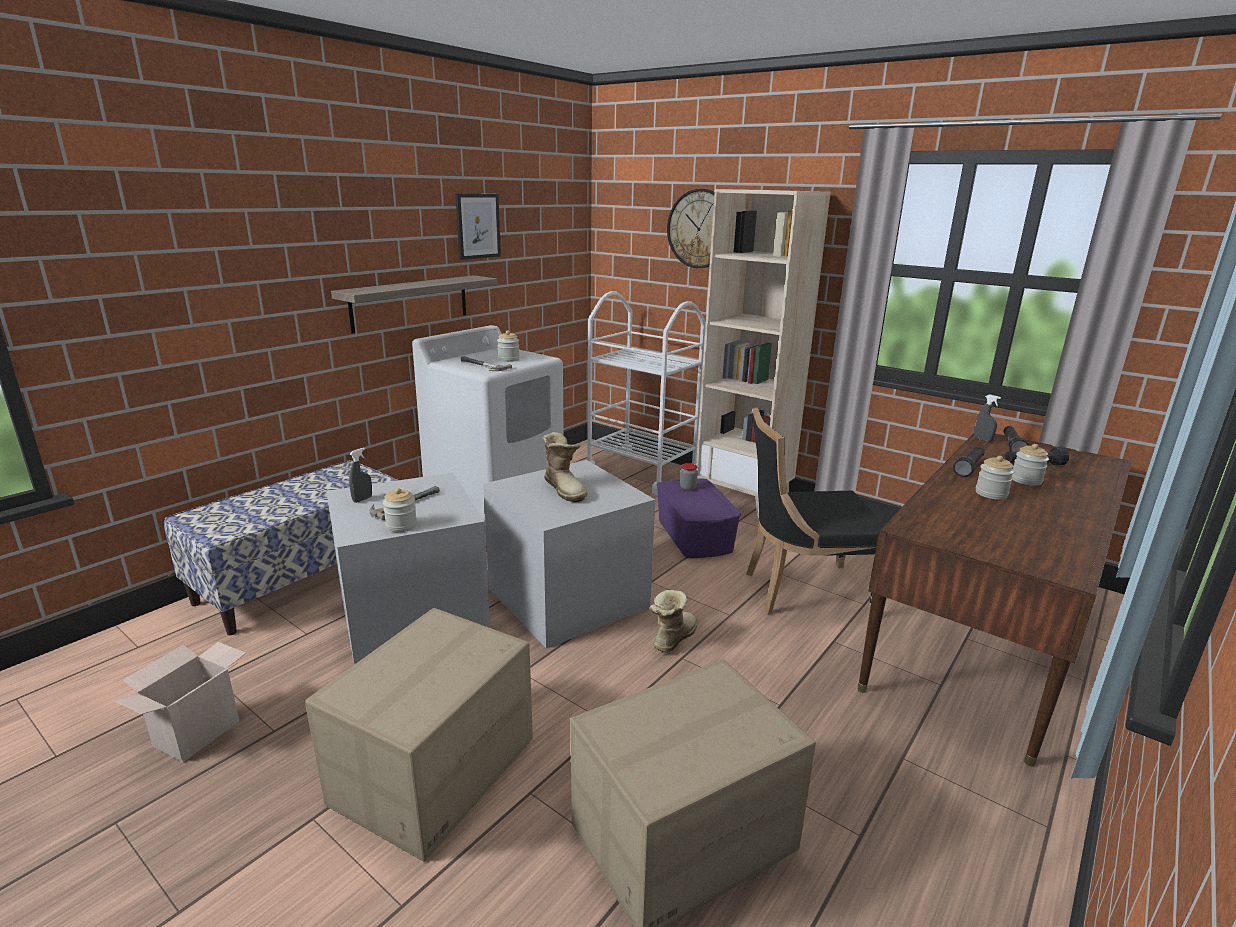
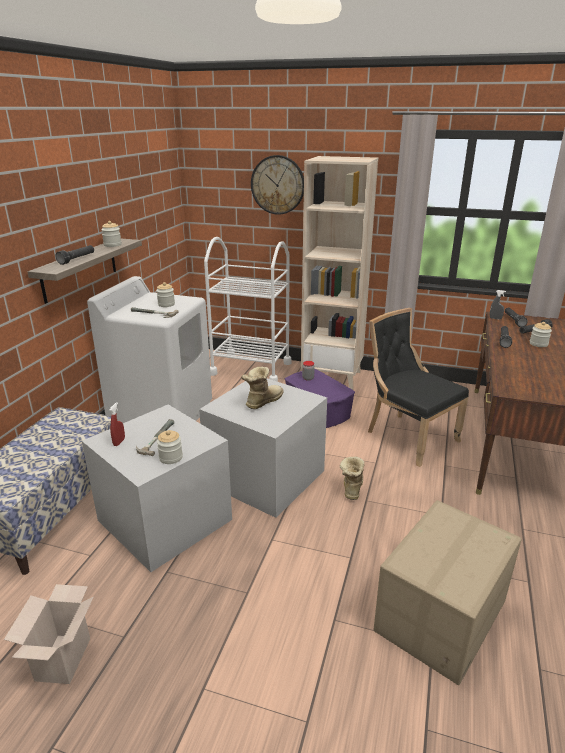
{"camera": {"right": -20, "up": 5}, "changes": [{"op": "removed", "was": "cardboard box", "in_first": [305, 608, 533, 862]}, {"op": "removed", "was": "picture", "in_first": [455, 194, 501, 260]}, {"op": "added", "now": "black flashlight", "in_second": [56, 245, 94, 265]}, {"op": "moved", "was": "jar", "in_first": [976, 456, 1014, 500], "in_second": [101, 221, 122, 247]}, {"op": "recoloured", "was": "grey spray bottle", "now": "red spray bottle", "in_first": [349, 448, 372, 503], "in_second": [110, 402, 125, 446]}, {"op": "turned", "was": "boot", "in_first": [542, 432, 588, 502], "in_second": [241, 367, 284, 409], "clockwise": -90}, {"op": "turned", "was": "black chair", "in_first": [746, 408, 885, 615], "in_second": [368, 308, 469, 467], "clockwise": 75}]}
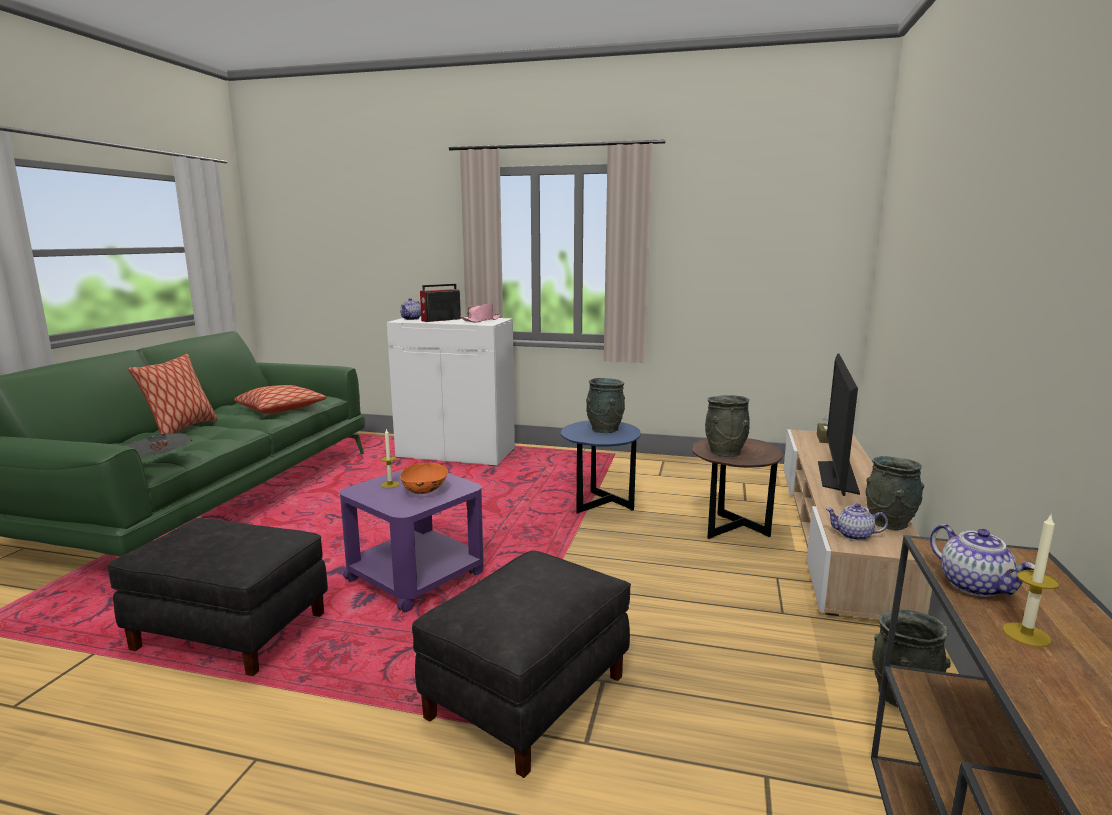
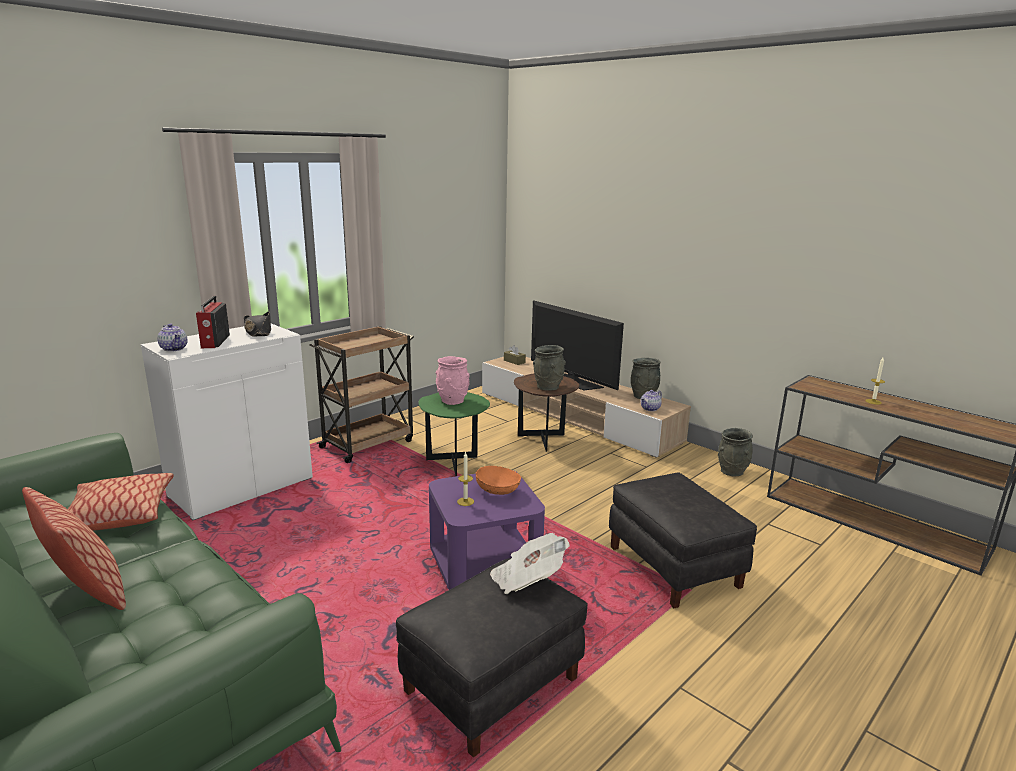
{"camera": {"right": -60, "up": 5}, "changes": [{"op": "removed", "was": "teapot", "in_first": [930, 524, 1035, 597]}, {"op": "added", "now": "brown cart", "in_second": [309, 326, 414, 463]}, {"op": "moved", "was": "newspaper", "in_first": [125, 433, 192, 456], "in_second": [490, 533, 570, 594]}, {"op": "recoloured", "was": "pink hat", "now": "black hat", "in_first": [460, 303, 501, 323], "in_second": [244, 311, 271, 337]}, {"op": "recoloured", "was": "blue side table", "now": "green side table", "in_first": [560, 420, 641, 514], "in_second": [418, 392, 490, 476]}, {"op": "recoloured", "was": "grey vase", "now": "pink vase", "in_first": [586, 378, 625, 433], "in_second": [436, 356, 470, 405]}]}
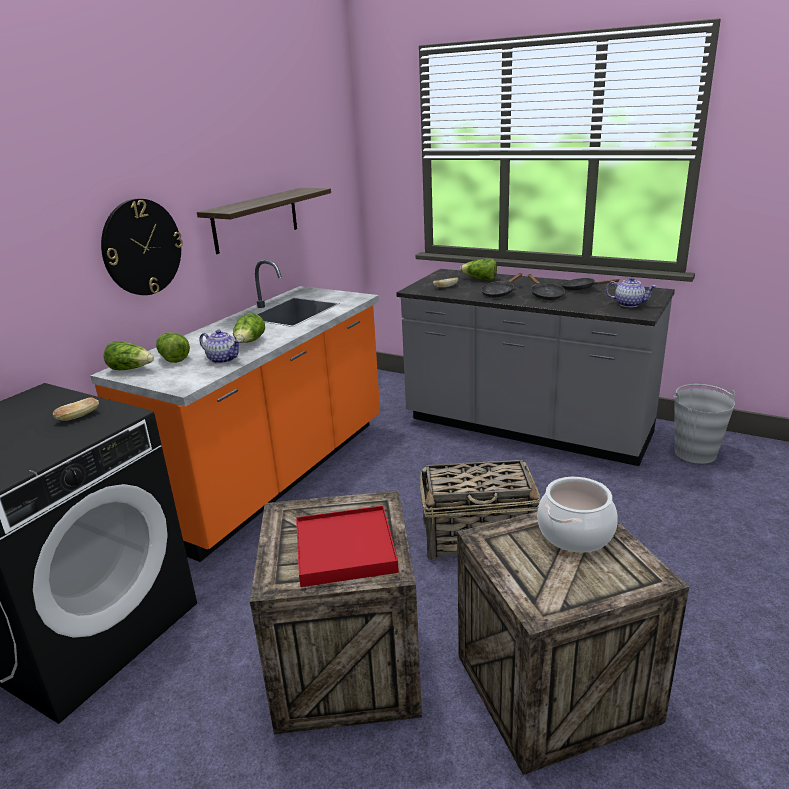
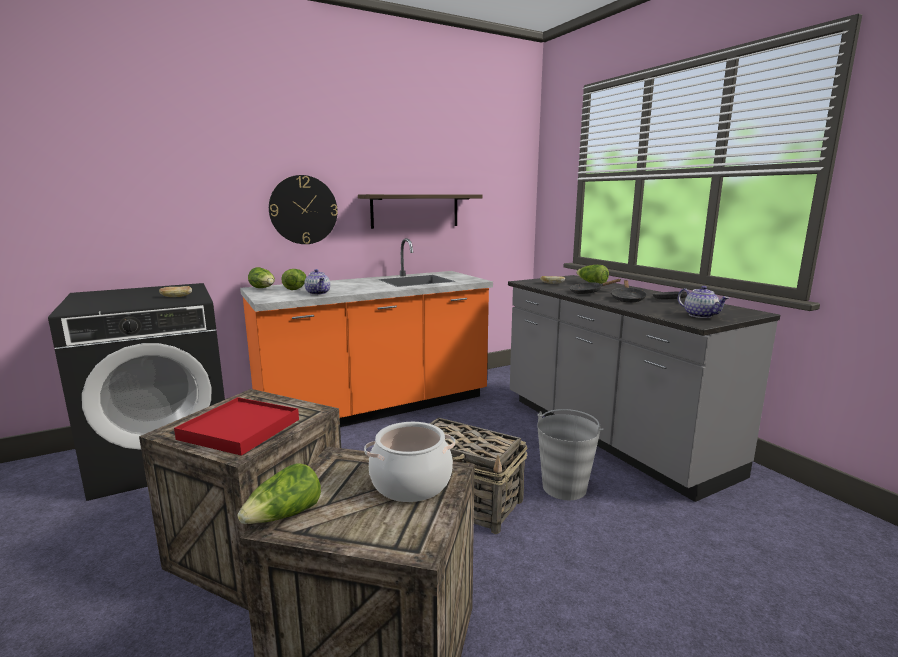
{"camera": {"right": 30, "up": -10}, "changes": [{"op": "moved", "was": "lettuce", "in_first": [233, 313, 265, 343], "in_second": [238, 464, 321, 524]}, {"op": "moved", "was": "grey bucket", "in_first": [673, 384, 735, 464], "in_second": [537, 409, 604, 500]}]}
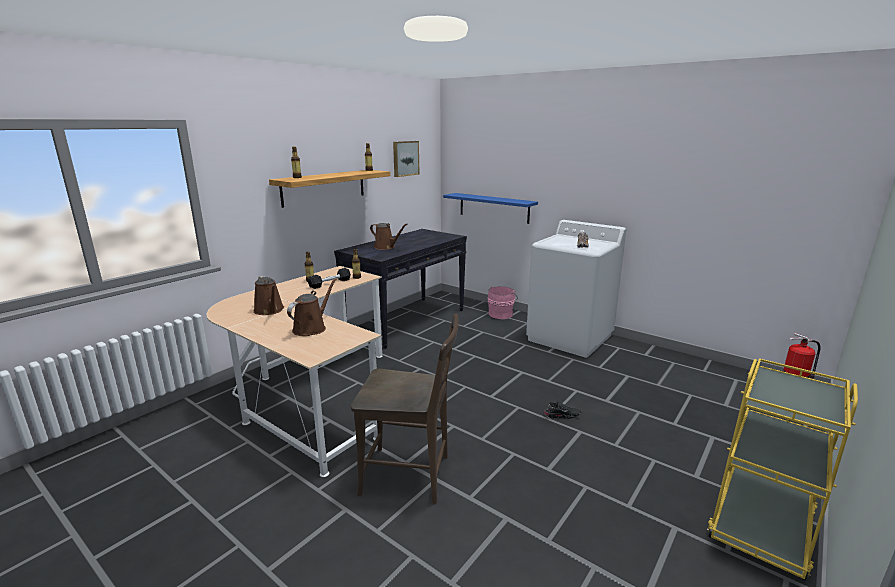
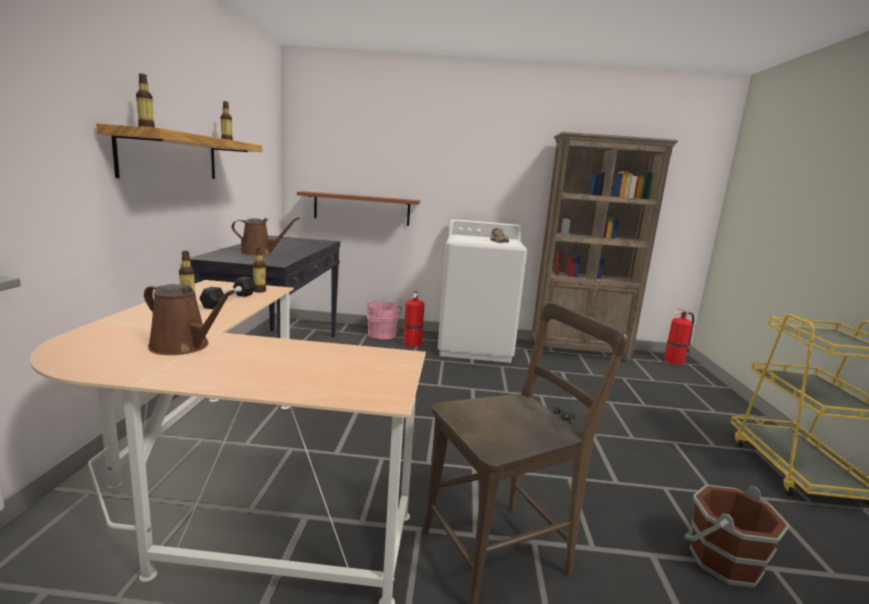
{"camera": {"right": -35, "up": -5}, "changes": [{"op": "removed", "was": "brown watering can", "in_first": [287, 278, 337, 336]}, {"op": "removed", "was": "picture", "in_first": [393, 141, 420, 177]}, {"op": "added", "now": "fire extinguisher", "in_second": [403, 291, 425, 347]}, {"op": "added", "now": "brown bookcase", "in_second": [530, 132, 678, 363]}, {"op": "added", "now": "brown bucket", "in_second": [684, 485, 789, 588]}, {"op": "recoloured", "was": "blue shelf", "now": "brown shelf", "in_first": [443, 193, 538, 224], "in_second": [297, 191, 420, 226]}]}
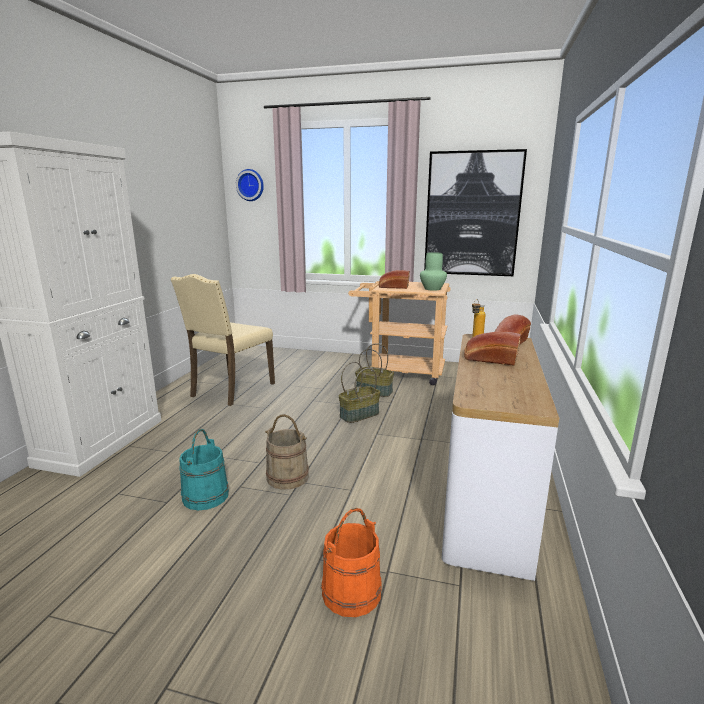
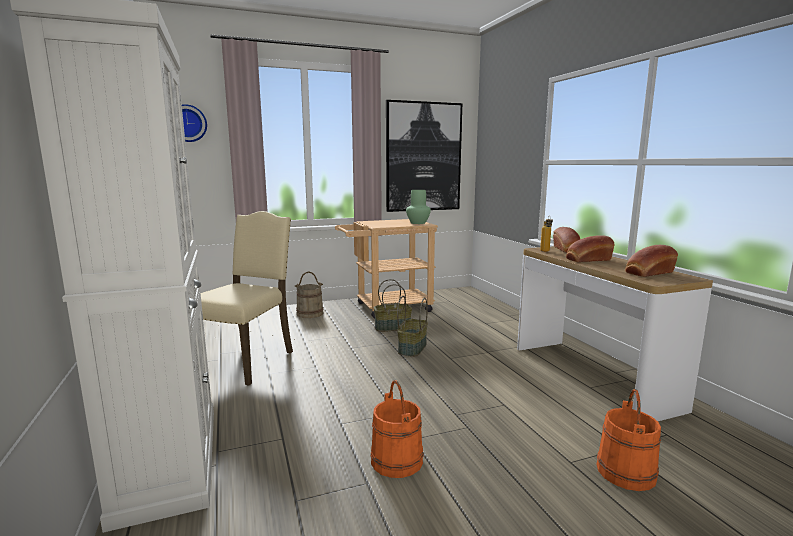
{"camera": {"right": -35, "up": -5}, "changes": [{"op": "moved", "was": "beige bucket", "in_first": [265, 414, 309, 490], "in_second": [295, 272, 324, 318]}, {"op": "moved", "was": "bread", "in_first": [379, 270, 410, 289], "in_second": [625, 245, 678, 277]}, {"op": "recoloured", "was": "turquoise bucket", "now": "orange bucket", "in_first": [179, 429, 229, 510], "in_second": [370, 380, 423, 478]}, {"op": "turned", "was": "beige chair", "in_first": [170, 274, 275, 406], "in_second": [201, 211, 293, 386], "clockwise": -150}]}
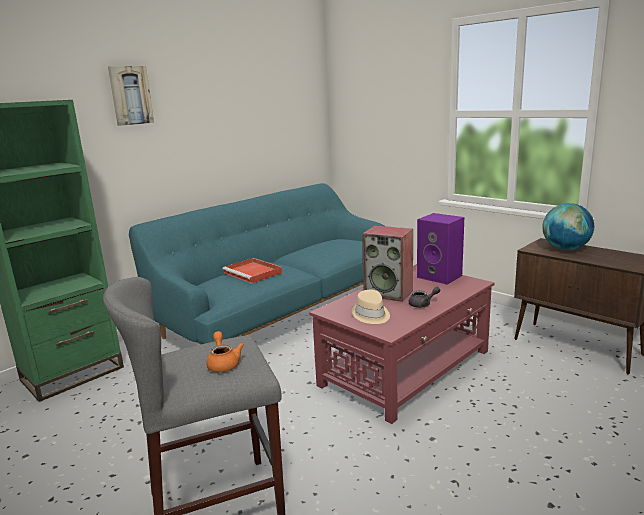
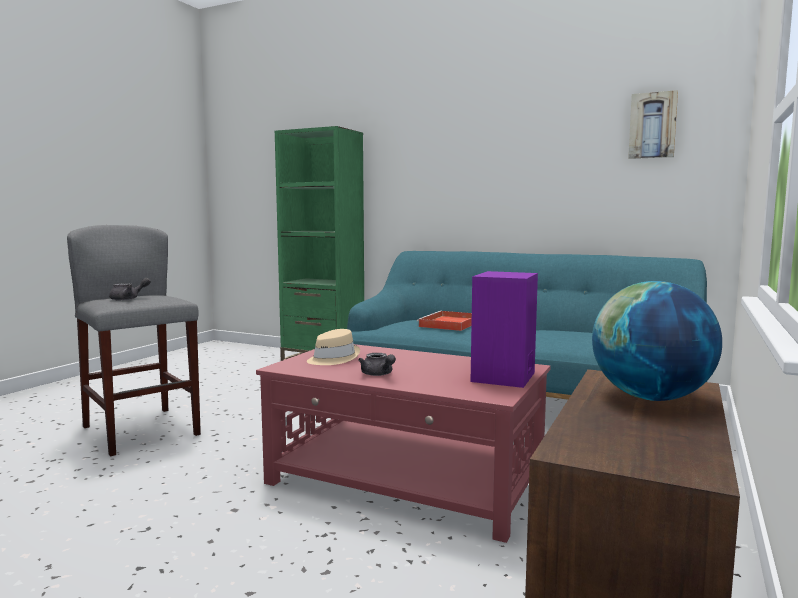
{"camera": {"right": 70, "up": -10}, "changes": [{"op": "removed", "was": "speaker", "in_first": [362, 226, 413, 302]}, {"op": "moved", "was": "picture", "in_first": [108, 66, 154, 126], "in_second": [628, 90, 678, 159]}, {"op": "recoloured", "was": "orange teapot", "now": "grey teapot", "in_first": [207, 331, 244, 372], "in_second": [109, 278, 151, 301]}]}
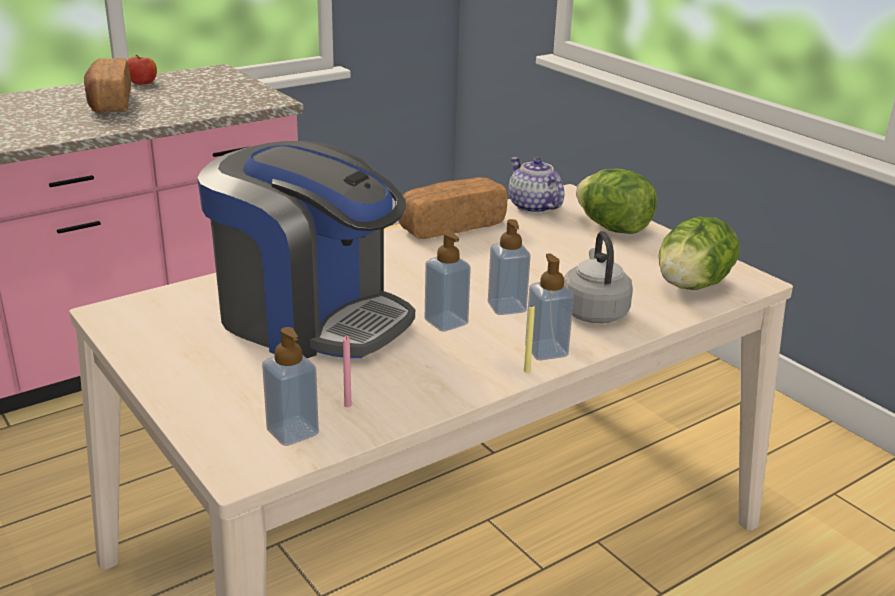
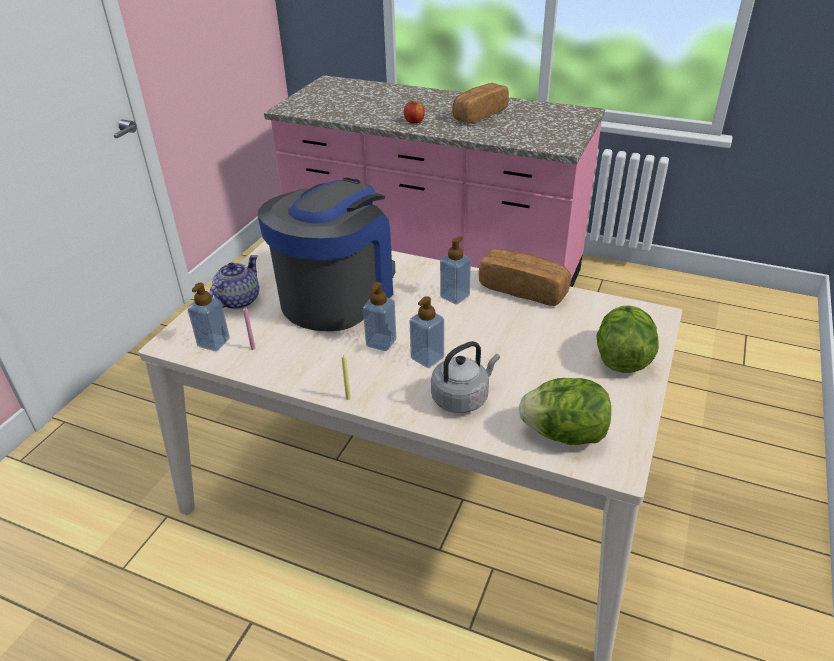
{"camera": {"right": 60, "up": 10}, "changes": [{"op": "moved", "was": "apple", "in_first": [127, 55, 157, 84], "in_second": [404, 100, 425, 124]}, {"op": "moved", "was": "teapot", "in_first": [509, 157, 564, 213], "in_second": [209, 255, 259, 309]}, {"op": "moved", "was": "soap dispenser", "in_first": [525, 253, 574, 360], "in_second": [440, 236, 471, 304]}, {"op": "turned", "was": "coffee machine", "in_first": [197, 141, 415, 358], "in_second": [258, 178, 395, 331], "clockwise": -150}]}
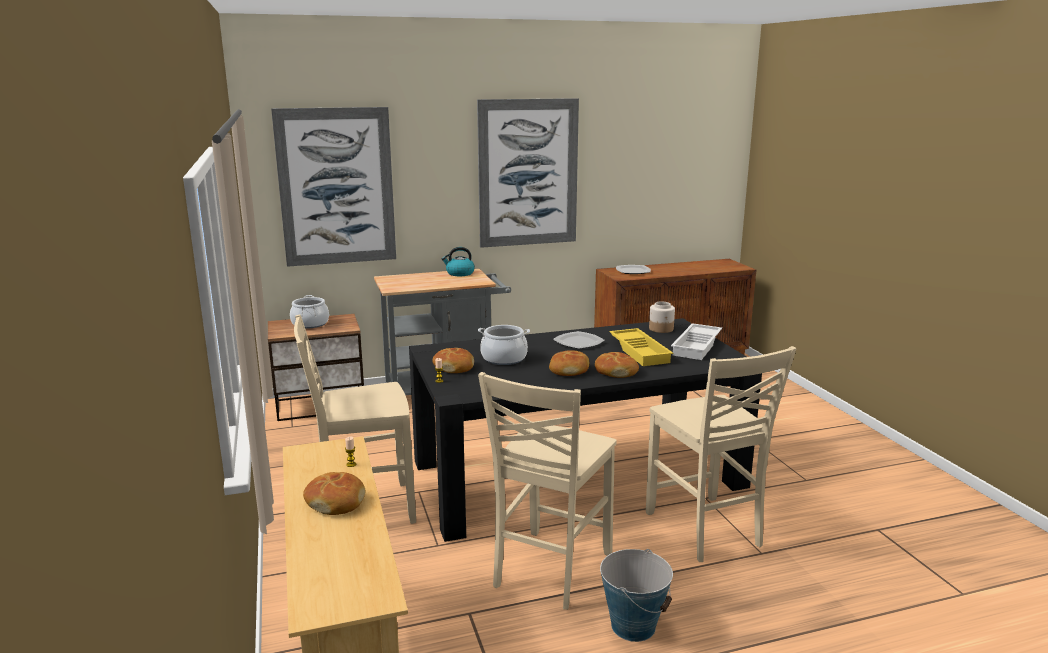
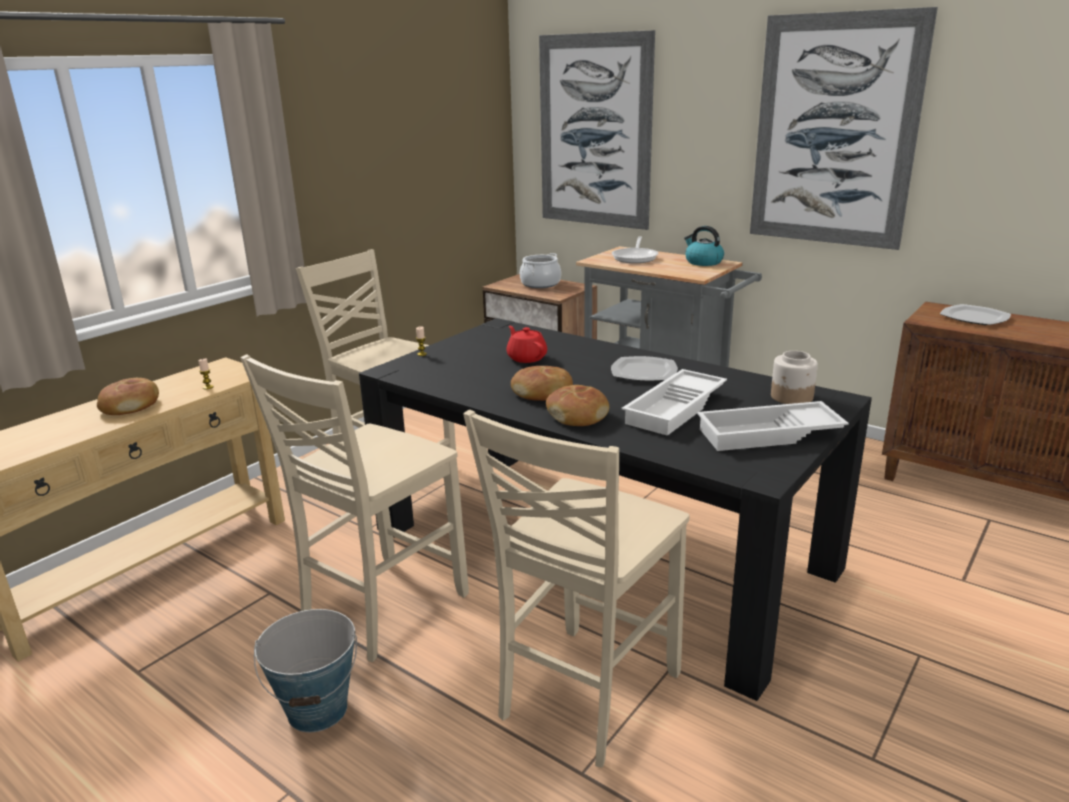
{"camera": {"right": 55, "up": 5}, "changes": [{"op": "removed", "was": "bread", "in_first": [432, 348, 474, 373]}, {"op": "added", "now": "frying pan", "in_second": [612, 236, 658, 263]}, {"op": "replaced", "was": "cooking pot", "now": "red teapot", "in_first": [478, 325, 530, 365], "in_second": [506, 326, 547, 363]}, {"op": "recoloured", "was": "yellow tray", "now": "white tray", "in_first": [610, 328, 673, 366], "in_second": [622, 369, 727, 436]}, {"op": "turned", "was": "beige chair", "in_first": [478, 372, 617, 610], "in_second": [240, 355, 469, 662], "clockwise": -45}]}
